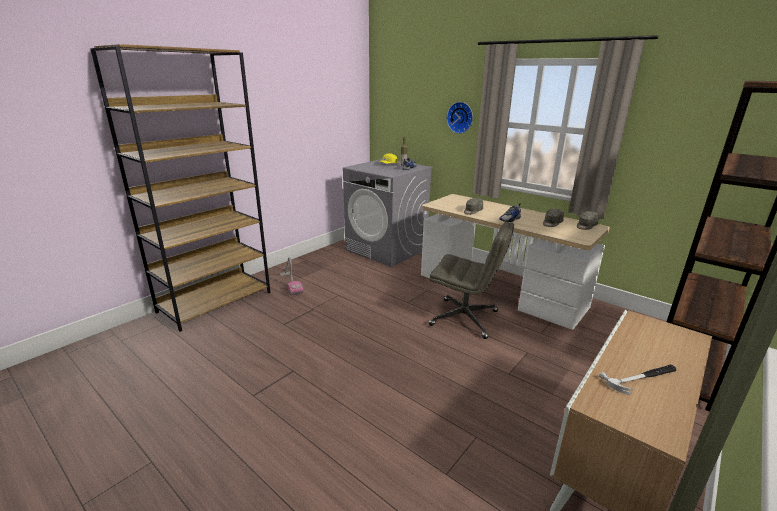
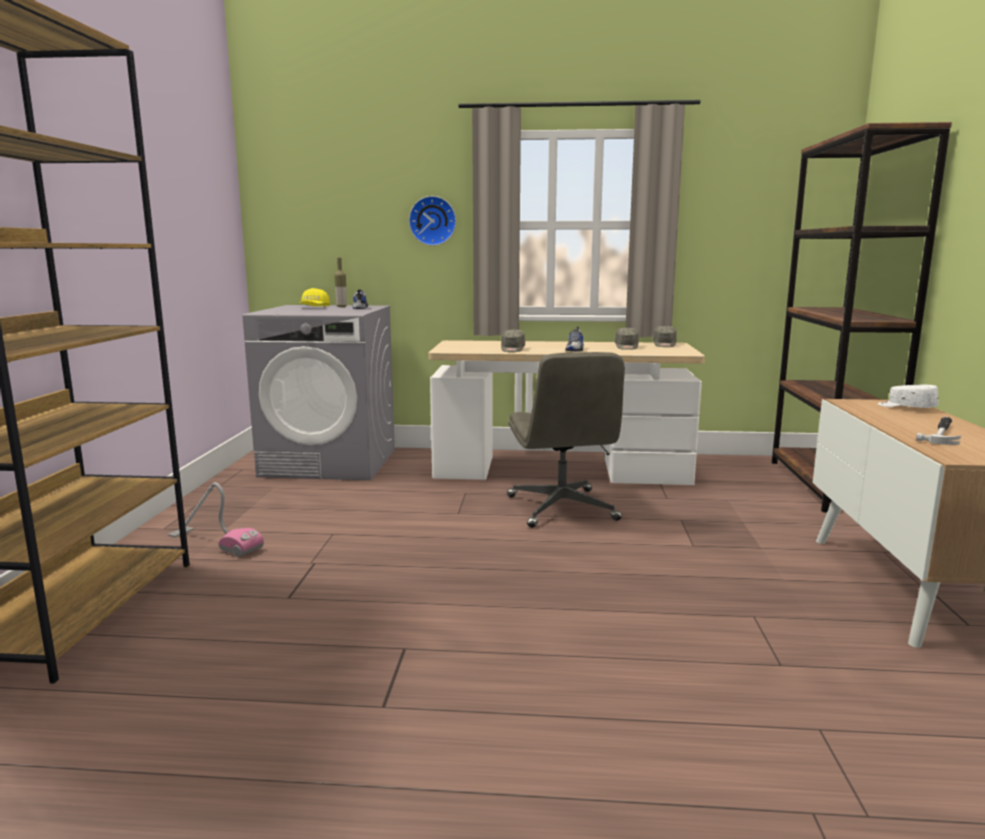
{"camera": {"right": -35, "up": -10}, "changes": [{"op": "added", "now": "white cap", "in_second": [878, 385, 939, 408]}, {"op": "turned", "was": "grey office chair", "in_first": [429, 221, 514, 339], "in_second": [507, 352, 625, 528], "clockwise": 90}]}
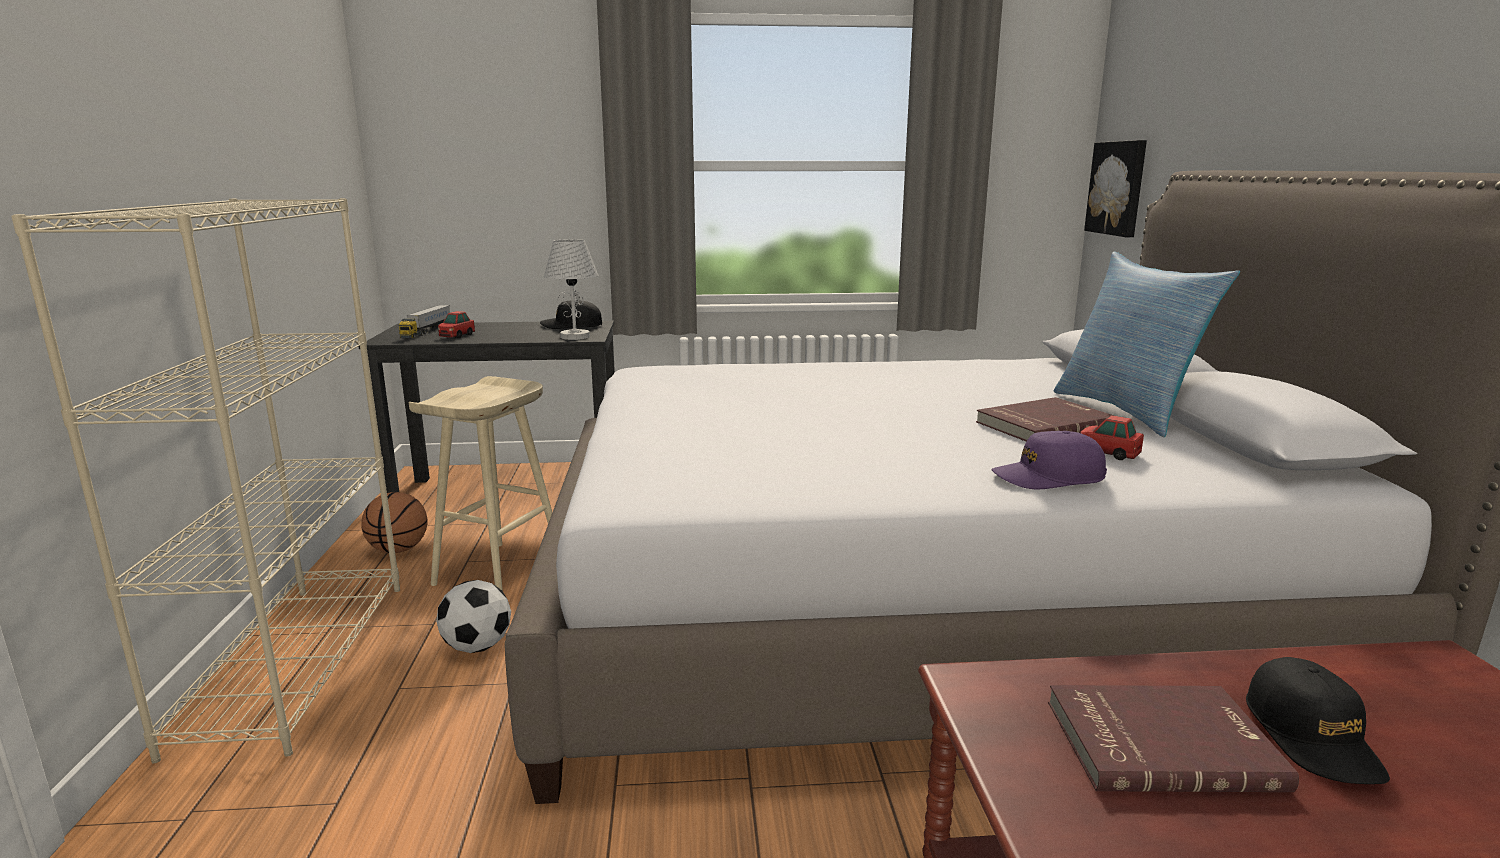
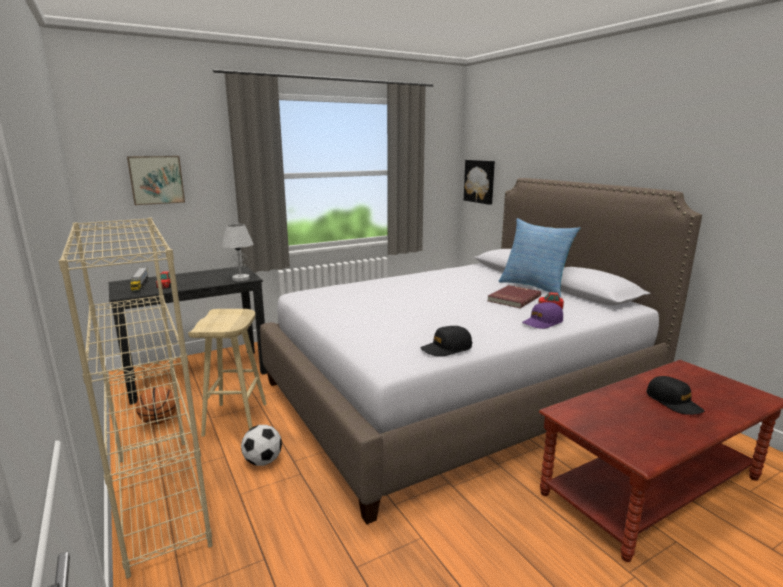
{"camera": {"right": -25, "up": 0}, "changes": [{"op": "removed", "was": "red book", "in_first": [1048, 685, 1299, 792]}, {"op": "added", "now": "picture", "in_second": [127, 156, 185, 205]}, {"op": "moved", "was": "black cap", "in_first": [540, 301, 602, 329], "in_second": [421, 326, 472, 357]}]}
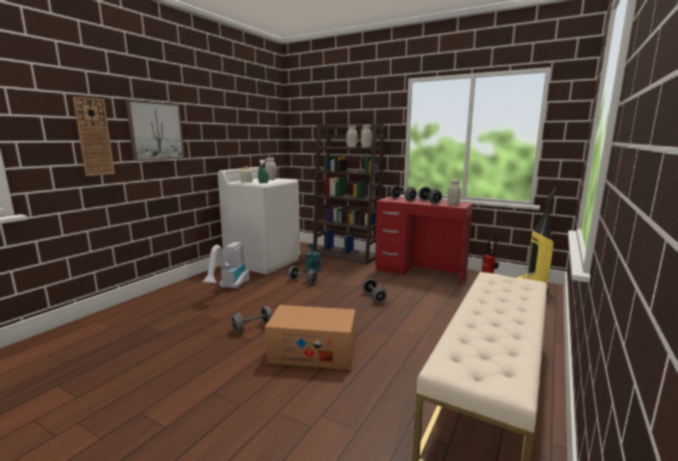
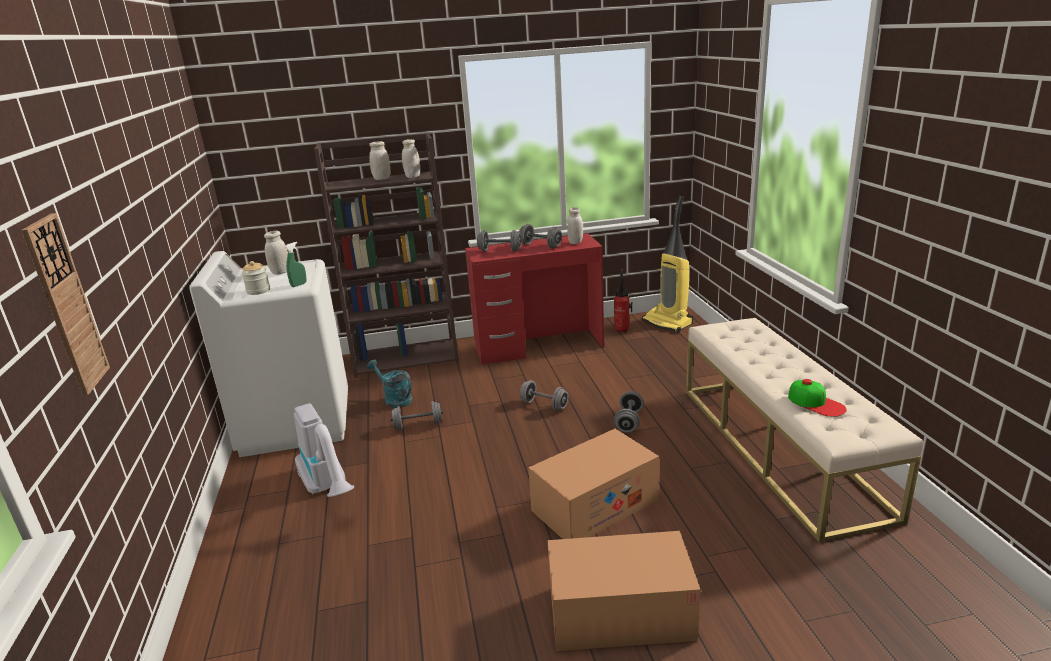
{"camera": {"right": -40, "up": 10}, "changes": [{"op": "removed", "was": "picture", "in_first": [126, 100, 185, 161]}, {"op": "added", "now": "cardboard box", "in_second": [548, 531, 700, 651]}, {"op": "added", "now": "cap", "in_second": [788, 379, 847, 417]}, {"op": "moved", "was": "grey dumbbell", "in_first": [232, 306, 273, 332], "in_second": [614, 391, 644, 432]}]}
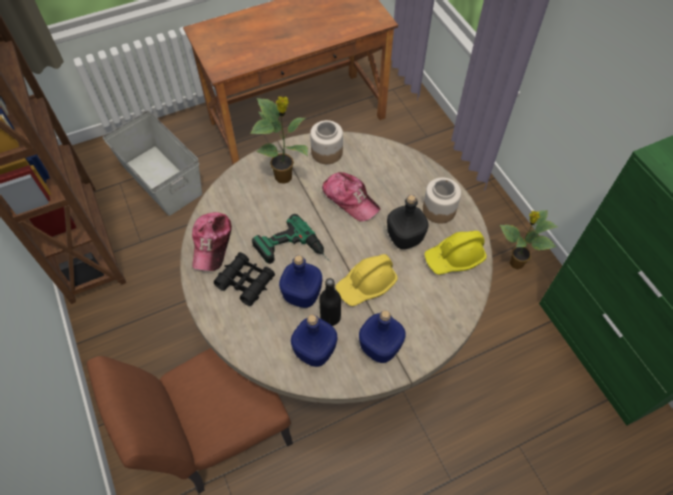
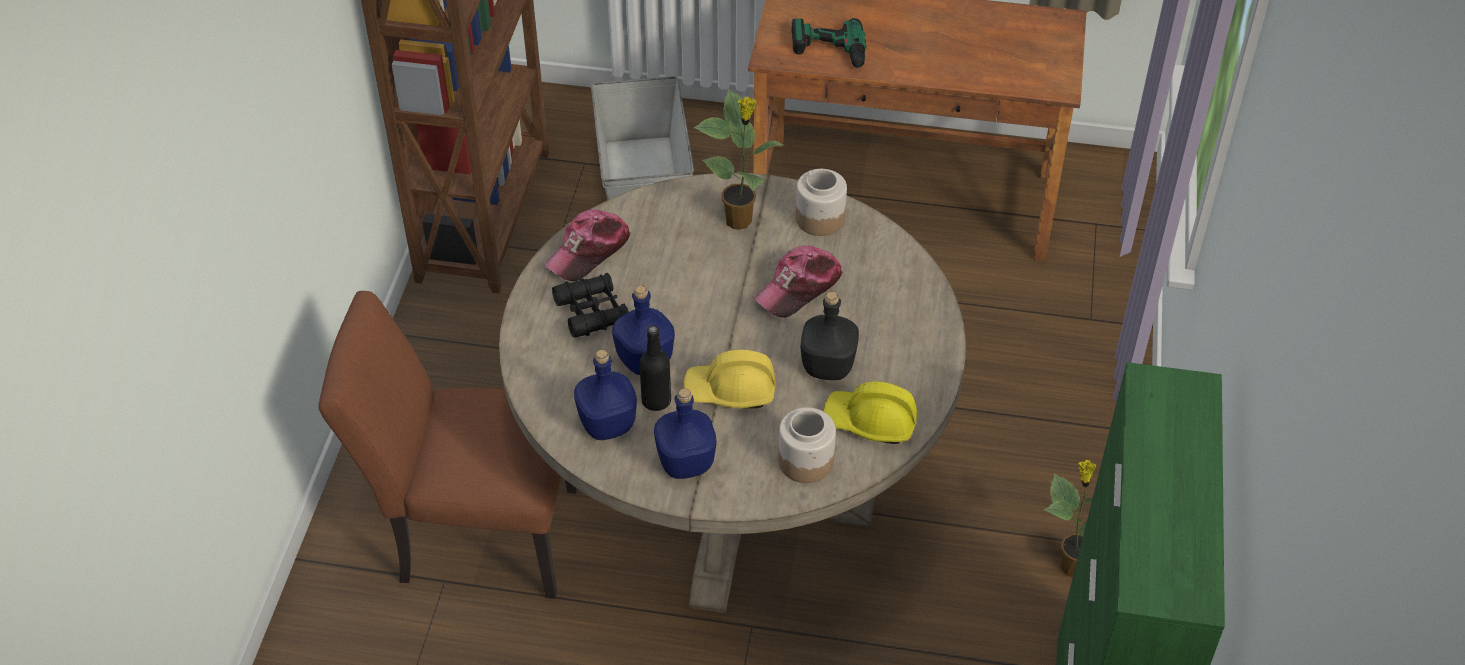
{"camera": {"right": 35, "up": -10}, "changes": [{"op": "moved", "was": "power drill", "in_first": [252, 214, 330, 264], "in_second": [792, 18, 866, 77]}, {"op": "moved", "was": "jar", "in_first": [423, 178, 461, 224], "in_second": [778, 407, 836, 483]}, {"op": "turned", "was": "cap", "in_first": [322, 172, 380, 222], "in_second": [754, 245, 843, 318], "clockwise": 60}]}
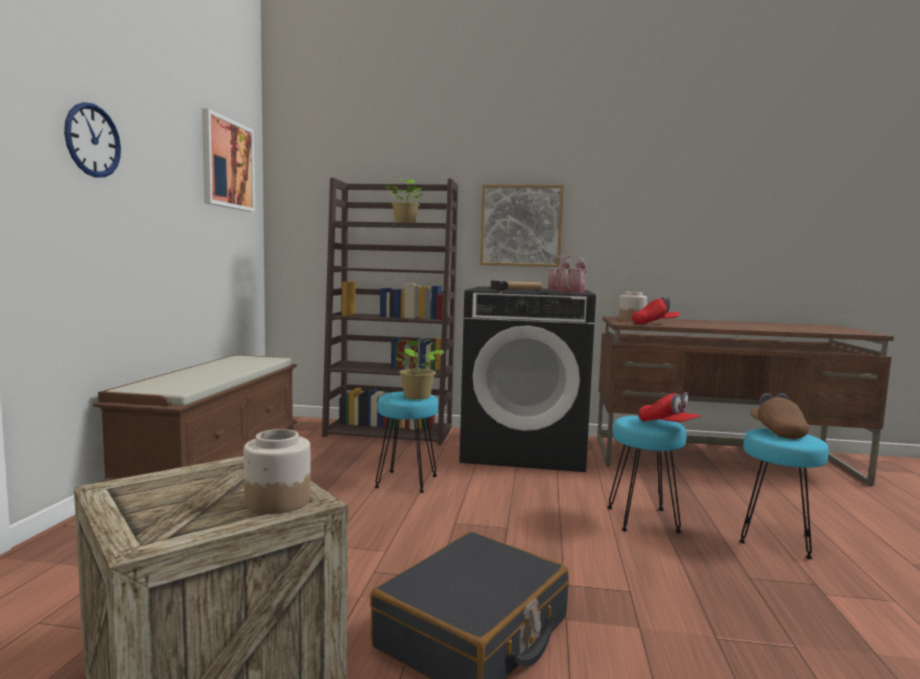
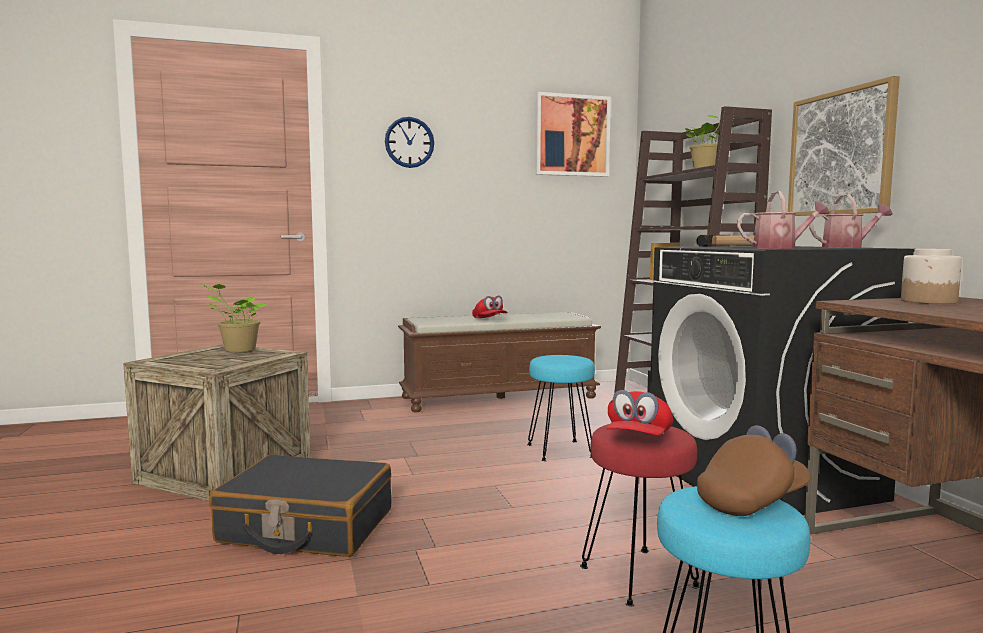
{"camera": {"right": 65, "up": 0}, "changes": [{"op": "removed", "was": "jar", "in_first": [244, 429, 311, 514]}, {"op": "moved", "was": "potted plant", "in_first": [396, 339, 445, 400], "in_second": [201, 284, 267, 352]}, {"op": "moved", "was": "red cap", "in_first": [632, 297, 680, 324], "in_second": [472, 295, 507, 318]}, {"op": "recoloured", "was": "turquoise stool", "now": "red stool", "in_first": [607, 416, 687, 533], "in_second": [580, 424, 700, 606]}]}
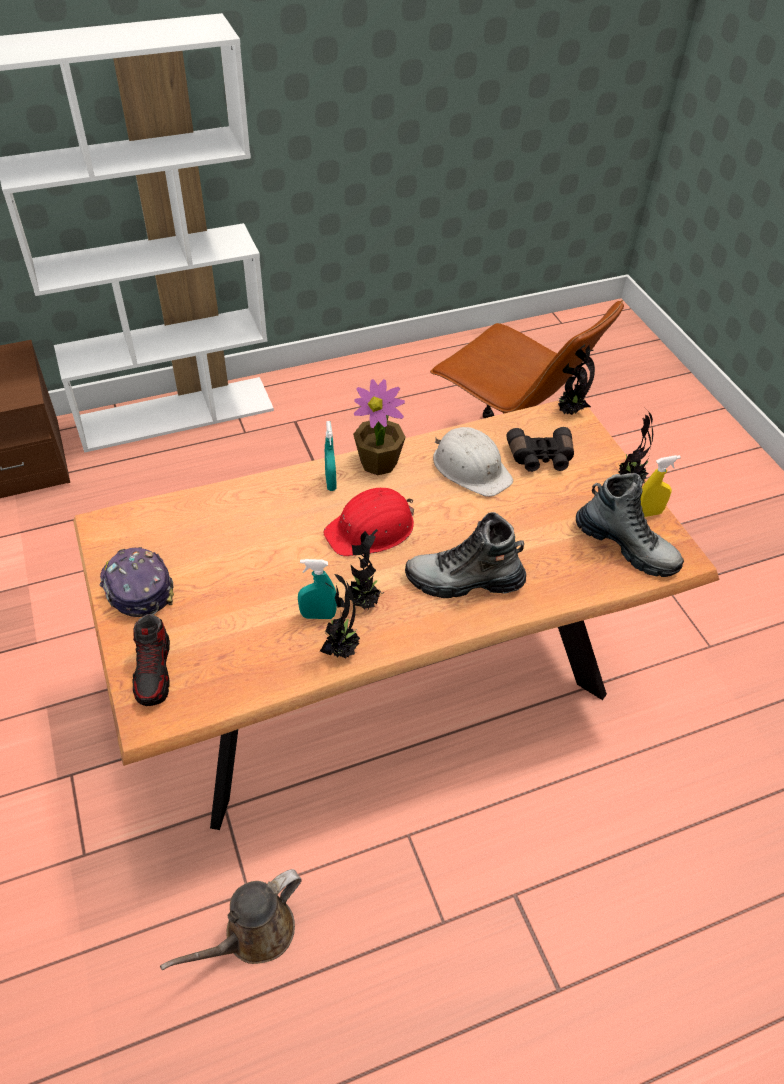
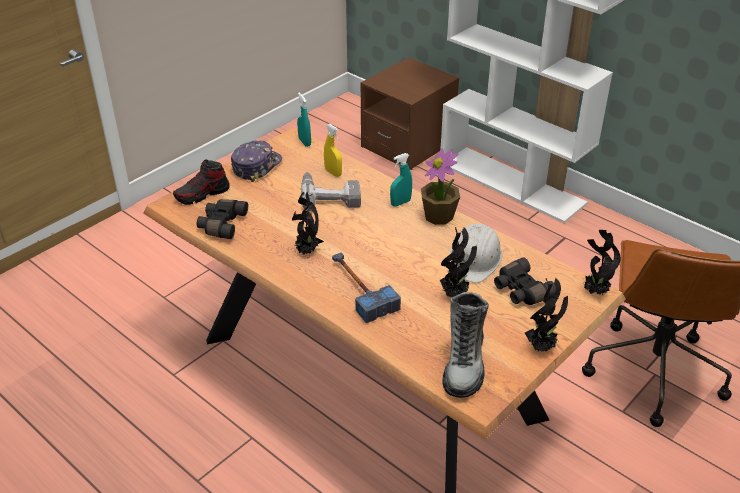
{"camera": {"right": 65, "up": -10}, "changes": [{"op": "removed", "was": "brown watering can", "in_first": [160, 869, 302, 970]}, {"op": "removed", "was": "red hard hat", "in_first": [324, 488, 414, 556]}, {"op": "added", "now": "black binoculars", "in_second": [197, 199, 248, 239]}, {"op": "added", "now": "power drill", "in_second": [301, 172, 361, 211]}, {"op": "moved", "was": "turquoise spray bottle", "in_first": [298, 559, 337, 619], "in_second": [297, 93, 311, 147]}, {"op": "moved", "was": "potted plant", "in_first": [320, 574, 360, 659], "in_second": [440, 227, 477, 297]}, {"op": "moved", "was": "yellow spray bottle", "in_first": [640, 455, 681, 517], "in_second": [324, 124, 342, 177]}, {"op": "replaced", "was": "boot", "now": "hammer", "in_first": [405, 512, 526, 598], "in_second": [332, 253, 401, 323]}]}
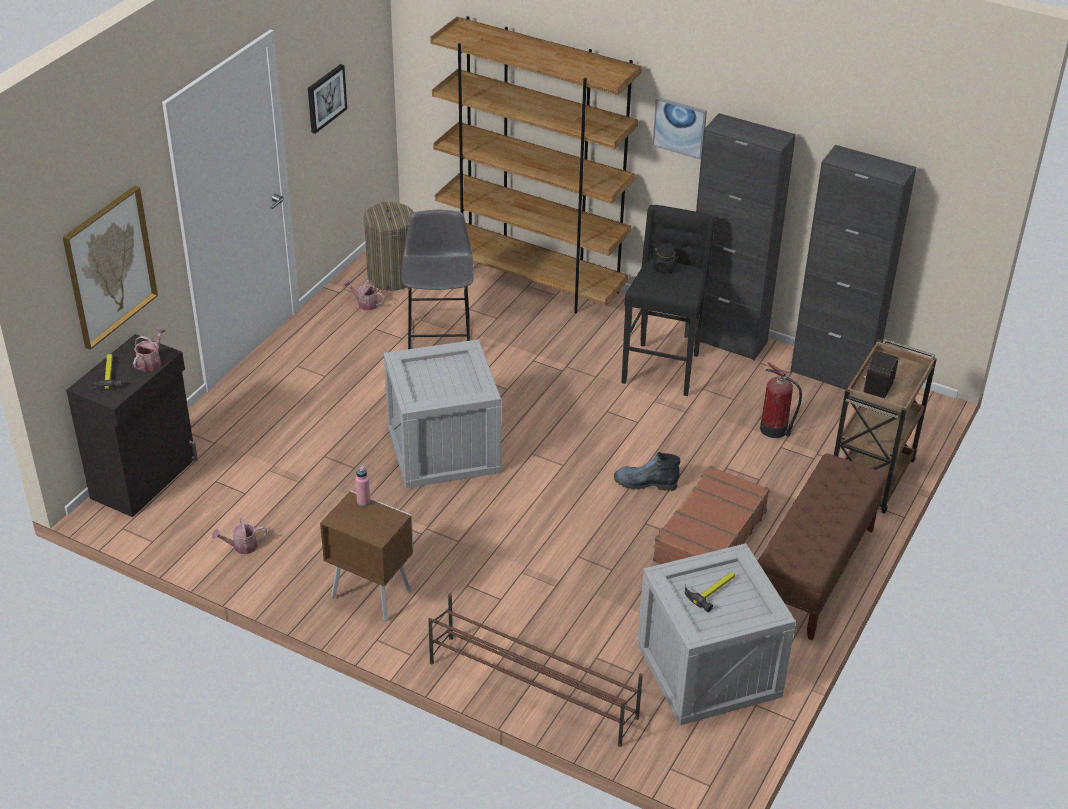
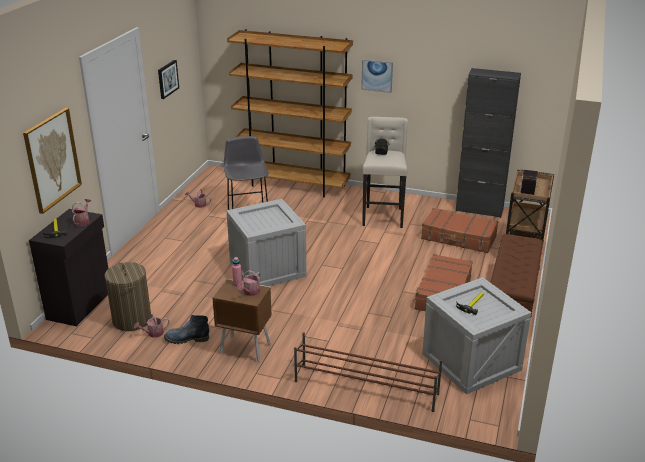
{"camera": {"right": -10, "up": -10}, "changes": [{"op": "removed", "was": "black cabinet", "in_first": [684, 113, 796, 360]}, {"op": "added", "now": "watering can", "in_second": [237, 270, 261, 296]}, {"op": "moved", "was": "laundry basket", "in_first": [364, 202, 414, 291], "in_second": [104, 262, 151, 331]}, {"op": "moved", "was": "boot", "in_first": [614, 452, 680, 491], "in_second": [164, 315, 209, 344]}, {"op": "replaced", "was": "fire extinguisher", "now": "brown suitcase", "in_first": [760, 362, 802, 438], "in_second": [421, 208, 498, 253]}, {"op": "recoloured", "was": "black stool", "now": "beige stool", "in_first": [622, 205, 716, 396], "in_second": [362, 117, 408, 228]}]}
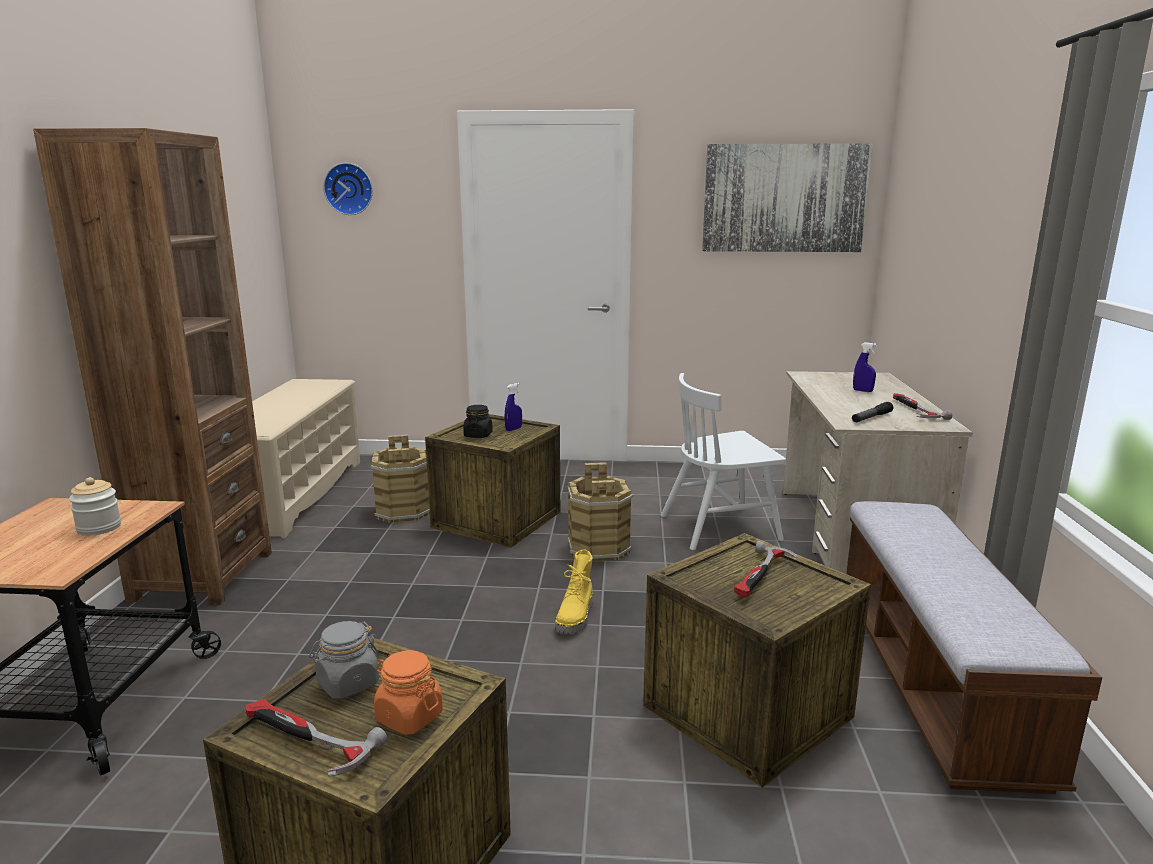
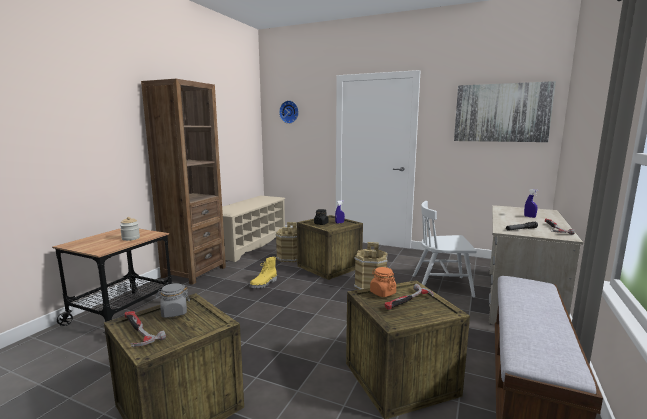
{"camera": {"right": 20, "up": -5}, "changes": [{"op": "moved", "was": "orange jar", "in_first": [374, 650, 443, 735], "in_second": [370, 267, 396, 297]}, {"op": "moved", "was": "yellow boot", "in_first": [555, 549, 593, 634], "in_second": [249, 257, 277, 288]}]}
